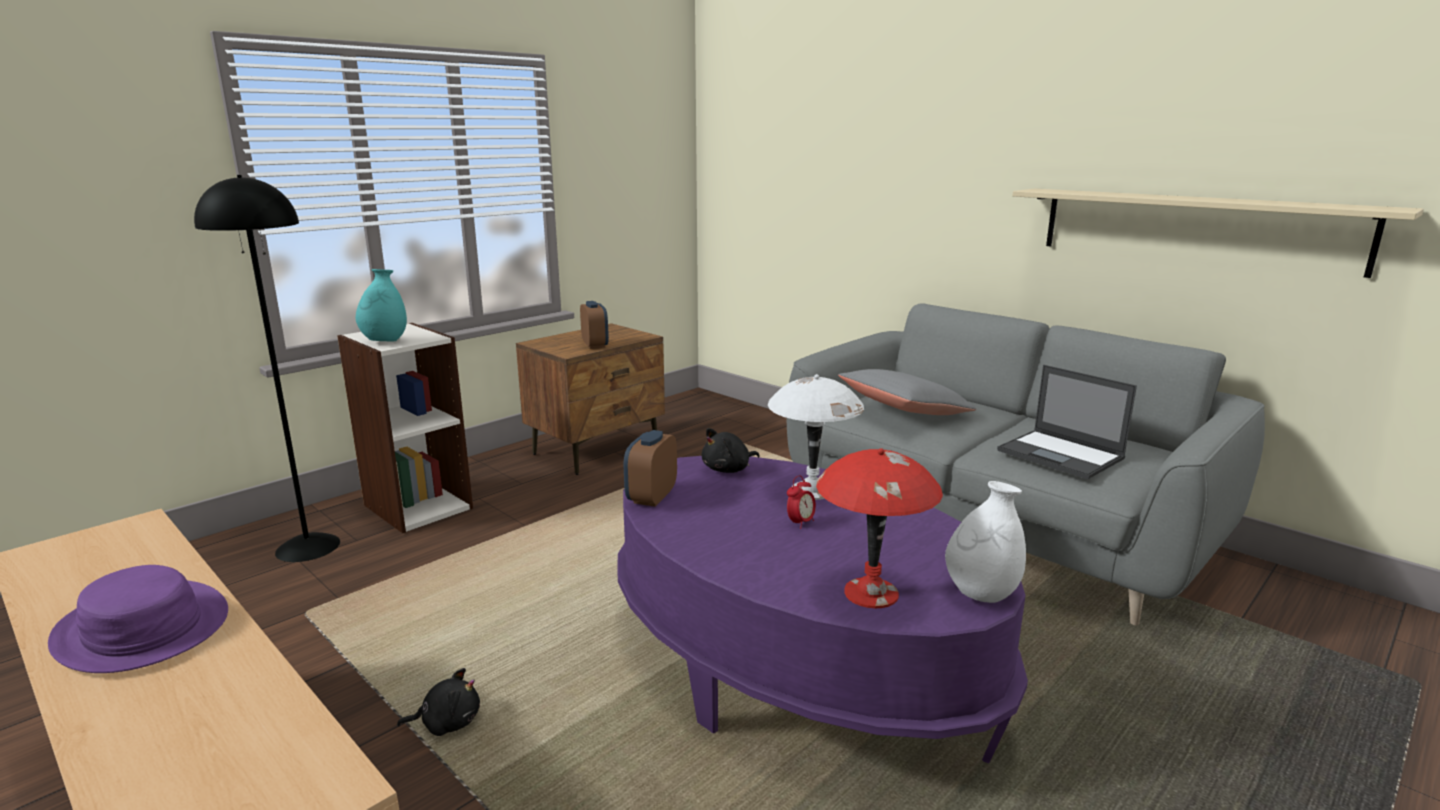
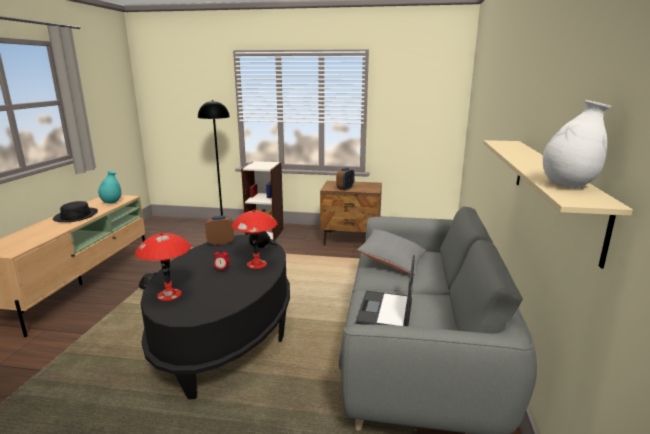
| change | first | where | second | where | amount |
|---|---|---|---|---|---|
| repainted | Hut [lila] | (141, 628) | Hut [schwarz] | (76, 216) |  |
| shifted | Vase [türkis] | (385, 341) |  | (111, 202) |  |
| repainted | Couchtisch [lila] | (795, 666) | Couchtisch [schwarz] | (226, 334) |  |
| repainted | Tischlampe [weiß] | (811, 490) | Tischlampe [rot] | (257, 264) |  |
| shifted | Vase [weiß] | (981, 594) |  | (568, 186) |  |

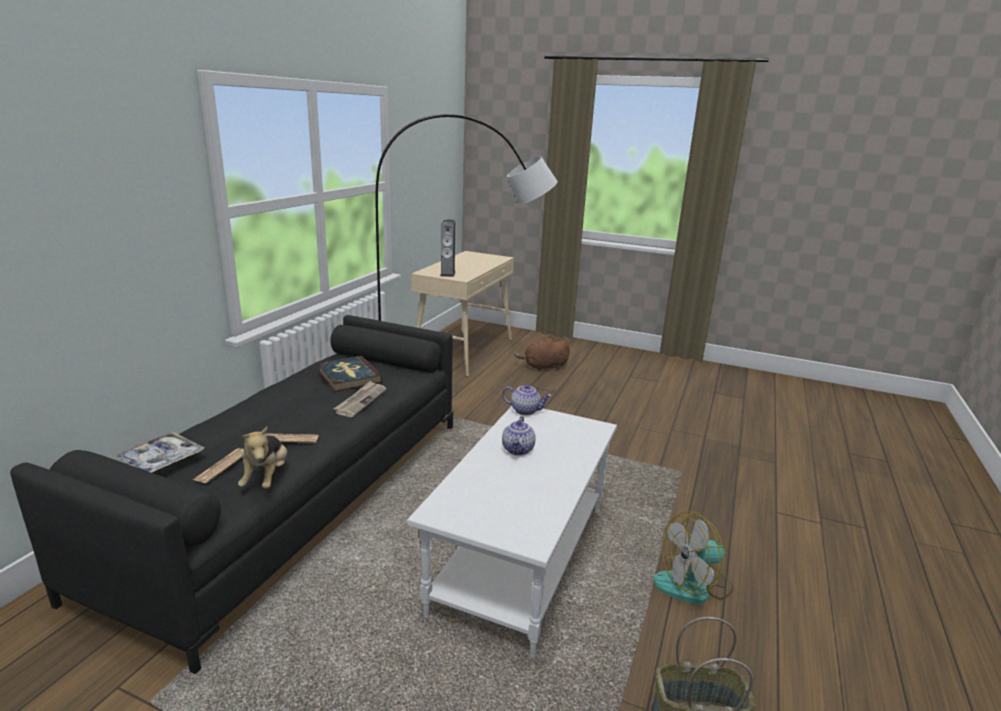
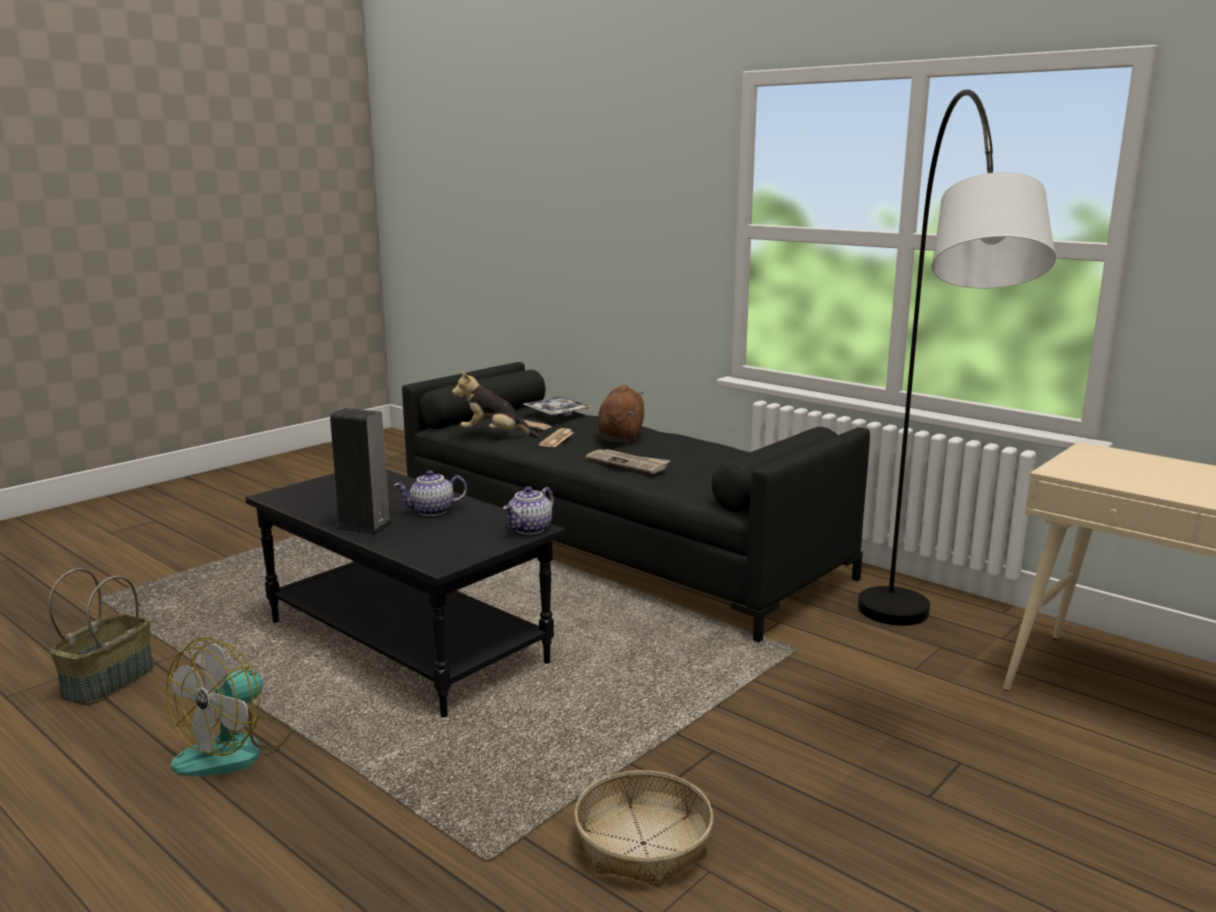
| change | first | where | second | where | amount |
|---|---|---|---|---|---|
| rotated | Ventilator | (693, 585) |  | (235, 749) | 150 degrees counterclockwise |
| repainted | Couchtisch [weiß] | (520, 557) | Couchtisch [schwarz] | (408, 642) |  |
| shifted | Lautsprecher | (447, 273) |  | (364, 527) |  |
| rotated | Teekanne | (518, 450) |  | (432, 511) | 45 degrees counterclockwise |
| new |  |  | Korb | (643, 844) |  |
| shifted | Plüschtier [braun] | (543, 367) |  | (621, 436) |  |
| gone | Buch | (348, 376) |  |  |  |

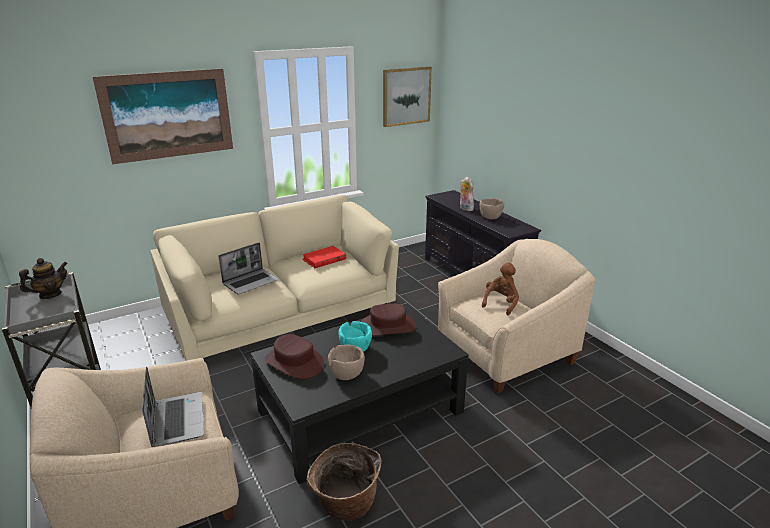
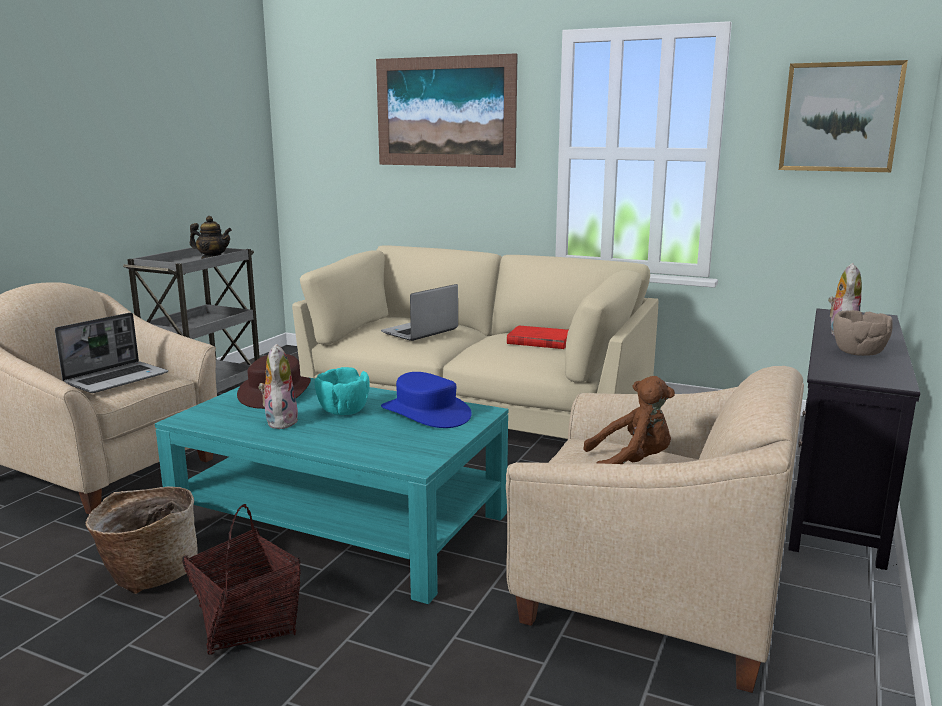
| change | first | where | second | where | amount |
|---|---|---|---|---|---|
| repainted | Couchtisch [schwarz] | (361, 411) | Couchtisch [türkis] | (343, 522) |  |
| new |  |  | Korb | (246, 622) |  |
| swapped | Schüssel [braun] | (347, 373) | Plüschtier | (279, 421) |  |
| rotated | Laptop | (251, 282) |  | (420, 331) | 120 degrees clockwise |
| repainted | Hut [braun] | (388, 326) | Hut [blau] | (426, 412) |  |

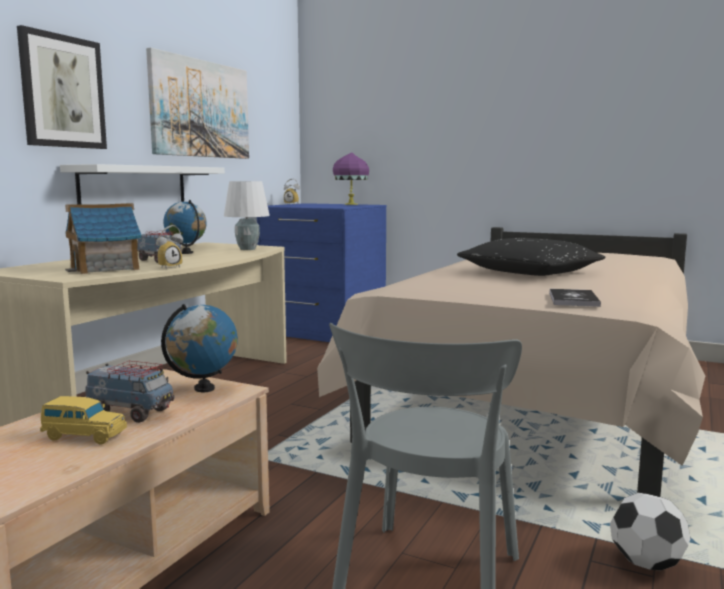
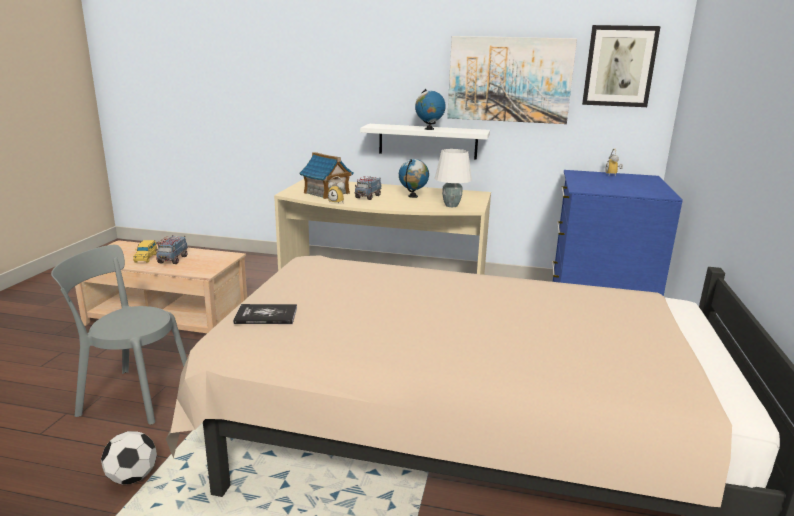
| change | first | where | second | where | amount |
|---|---|---|---|---|---|
| shifted | Globus | (204, 389) |  | (429, 129) |  |
| shifted | Bild | (62, 92) |  | (619, 66) |  |
| gone | Tischlampe [lila] | (350, 204) |  |  |  |
| gone | Kissen [schwarz] | (529, 272) |  |  |  |

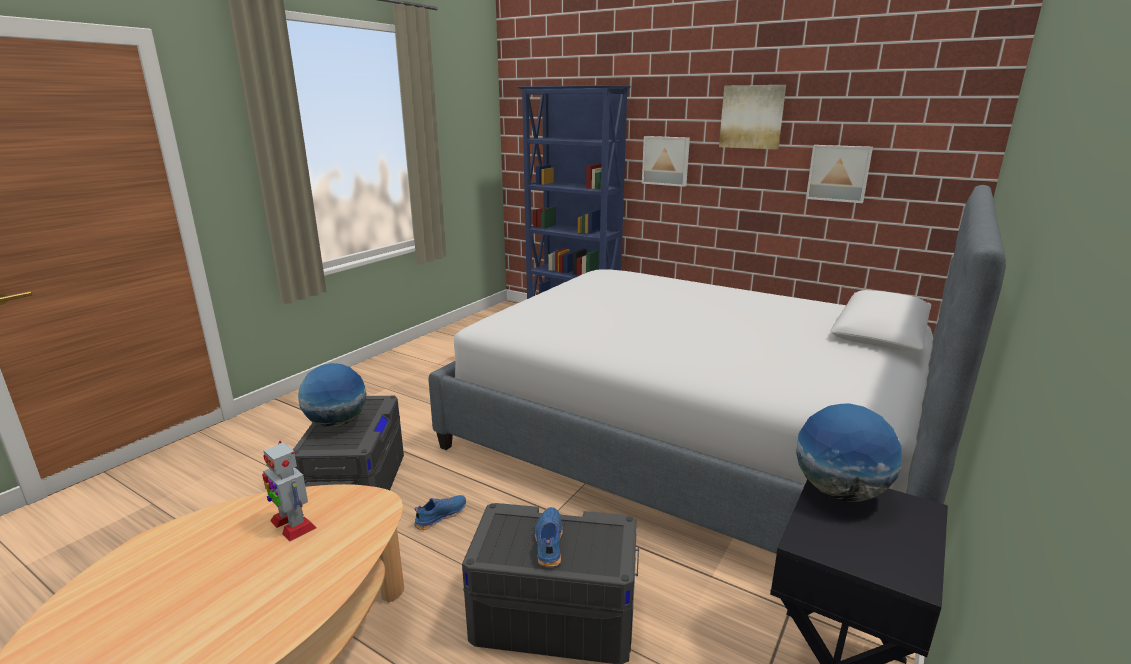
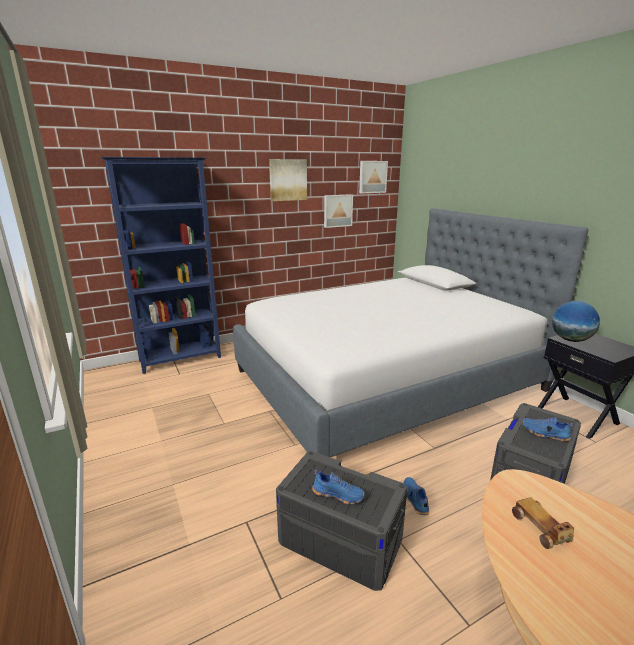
| change | first | where | second | where | amount |
|---|---|---|---|---|---|
| swapped | Globus | (337, 423) | Schuh [blau] | (338, 494) |  |
| shifted | Bild | (666, 160) |  | (372, 177) |  |
| swapped | Spielzeugroboter | (292, 524) | Spielzeugauto | (540, 529) |  |

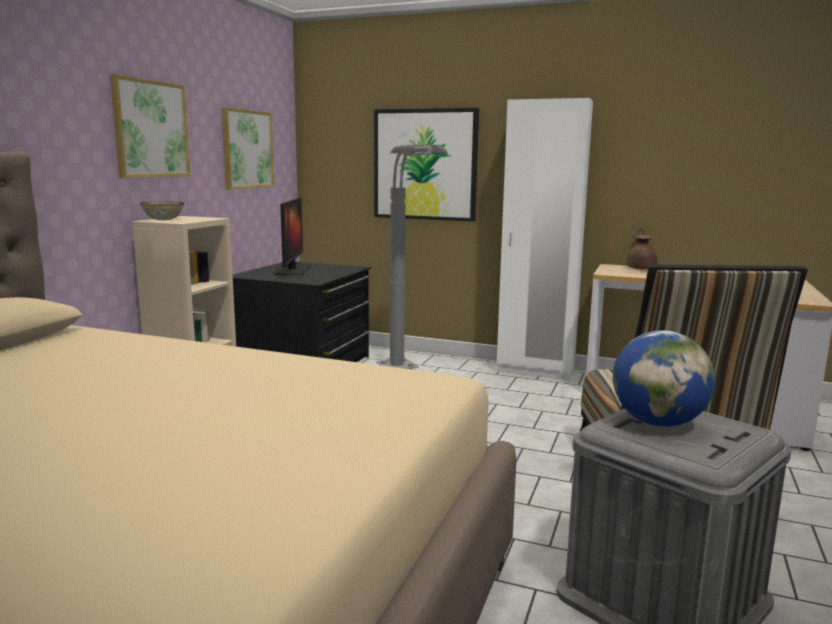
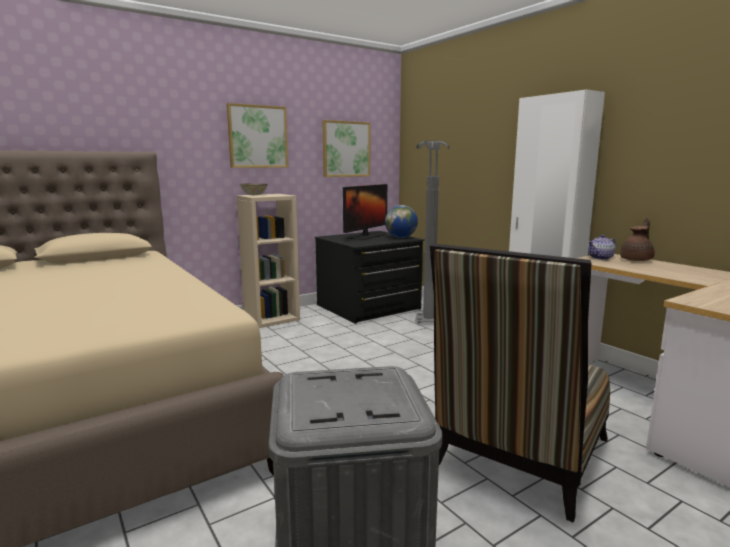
| change | first | where | second | where | amount |
|---|---|---|---|---|---|
| shifted | Globus | (657, 422) |  | (401, 237) |  |
| new |  |  | Teekanne | (600, 258) |  |
| gone | Bild | (425, 165) |  |  |  |

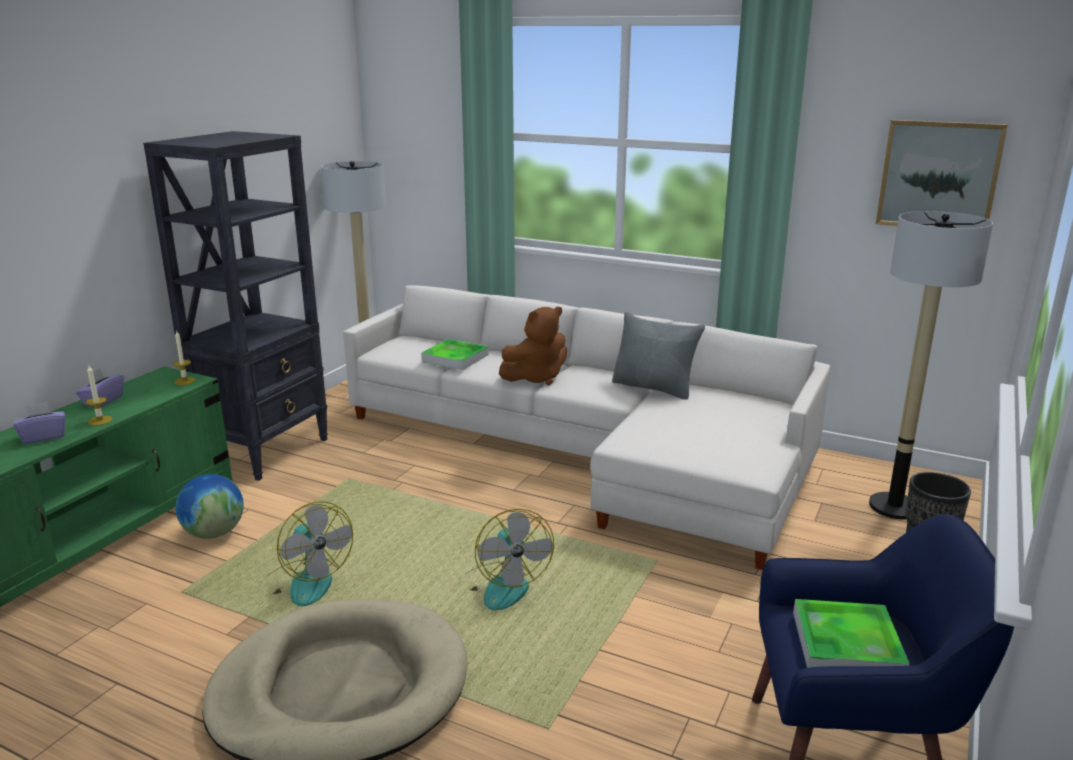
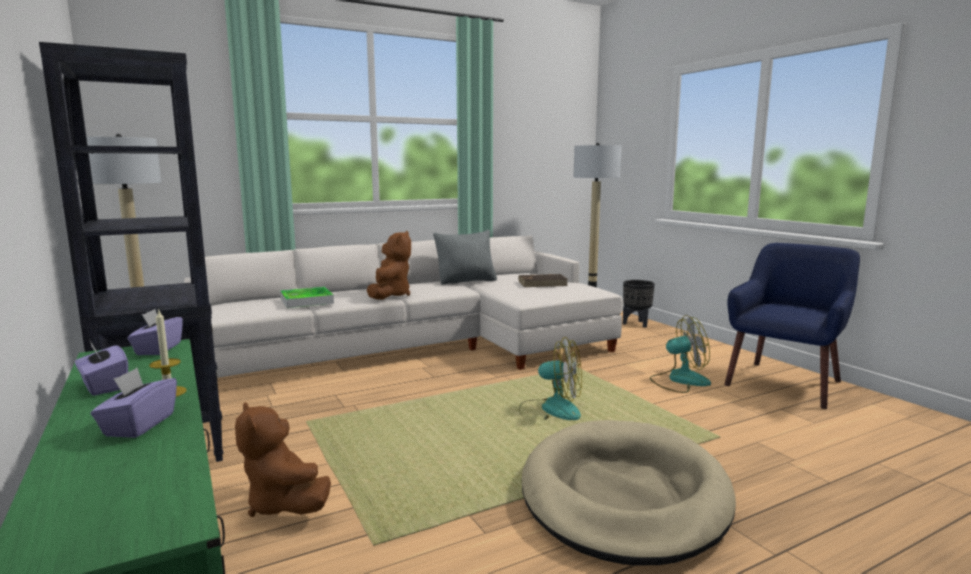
| change | first | where | second | where | amount |
|---|---|---|---|---|---|
| swapped | Kerze | (184, 381) | Taschentuchbox [lila] | (158, 349) |  |
| swapped | Globus | (214, 533) | Plüschtier [braun] | (284, 504) |  |
| new |  |  | Buch [braun] | (543, 283) |  |
| shifted | Ventilator | (304, 582) |  | (679, 380) |  |
| gone | Tablett | (846, 644) |  |  |  |
| gone | Bild | (938, 175) |  |  |  |

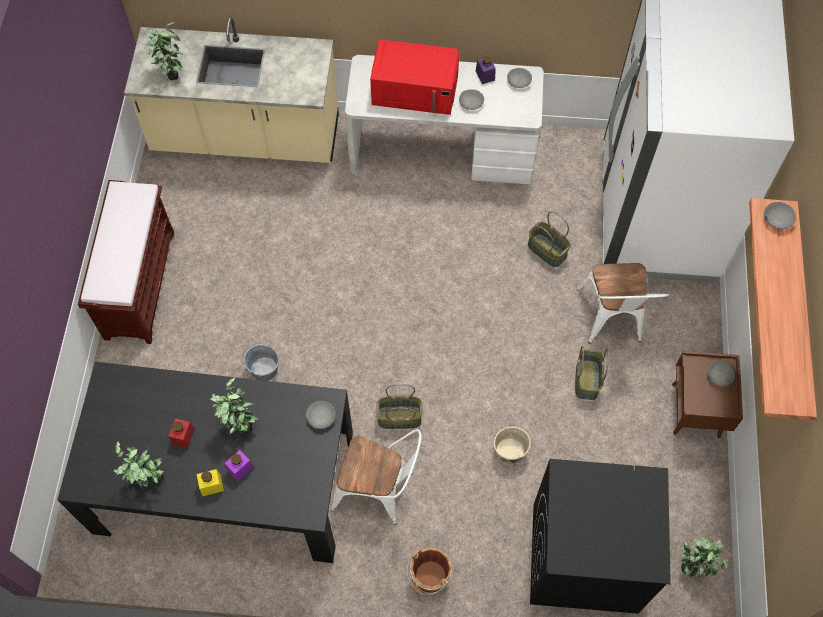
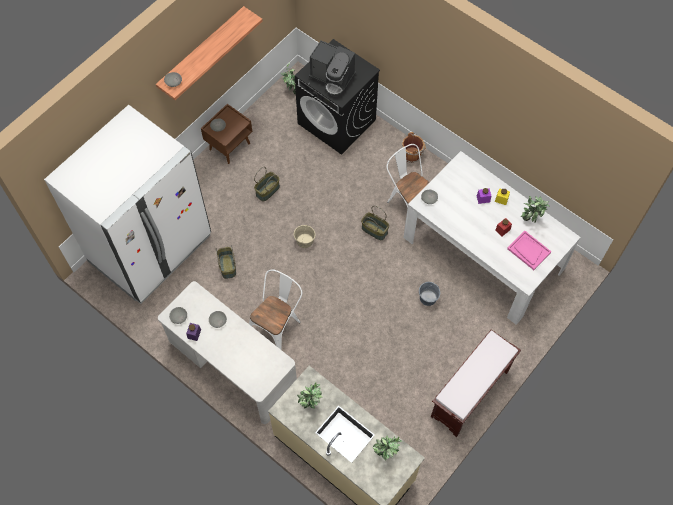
| change | first | where | second | where | amount |
|---|---|---|---|---|---|
| shifted | Stuhl [weiß] | (611, 320) |  | (277, 325) |  |
| shifted | Eimer [beige] | (510, 451) |  | (305, 240) |  |
| shifted | Topfpflanze | (239, 424) |  | (310, 404) |  |
| new |  |  | Kaffeemaschine | (332, 78) |  |
| repainted | Esstisch [schwarz] | (224, 482) | Esstisch [weiß] | (483, 253) |  |
| new |  |  | Tablett [rosa] | (528, 251) |  |
| gone | Mikrowelle [rot] | (415, 89) |  |  |  |

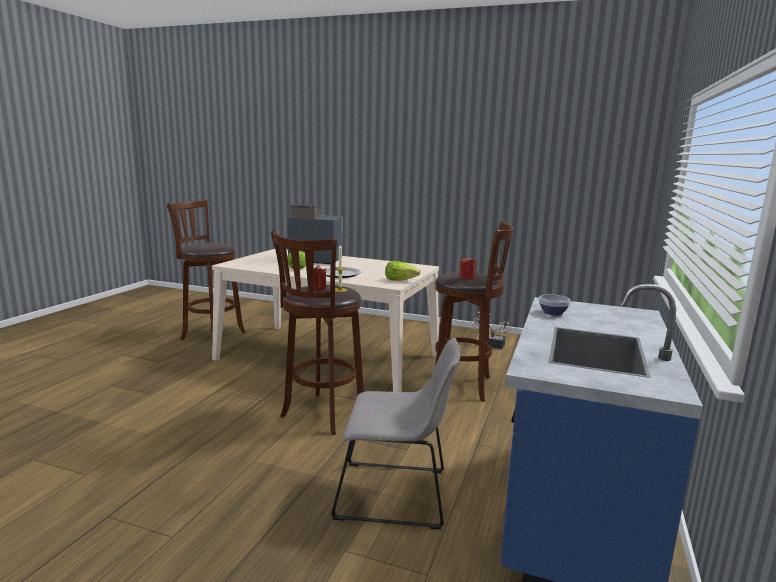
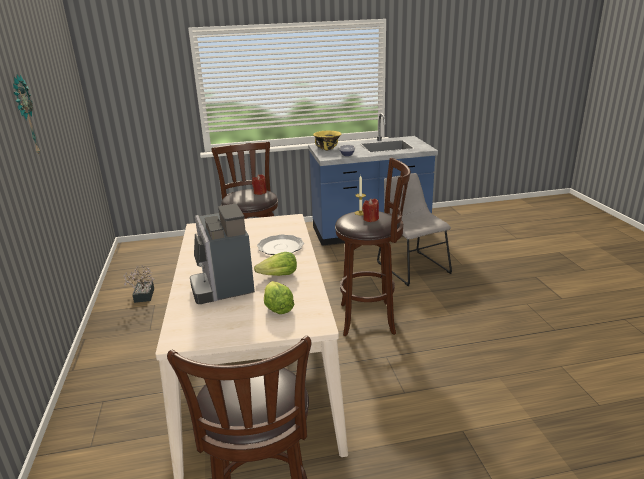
| change | first | where | second | where | amount |
|---|---|---|---|---|---|
| new |  |  | Wanduhr | (24, 116) |  |
| shifted | Salatkopf | (400, 280) |  | (277, 307) |  |
| new |  |  | Schüssel [gelb] | (327, 148) |  |

